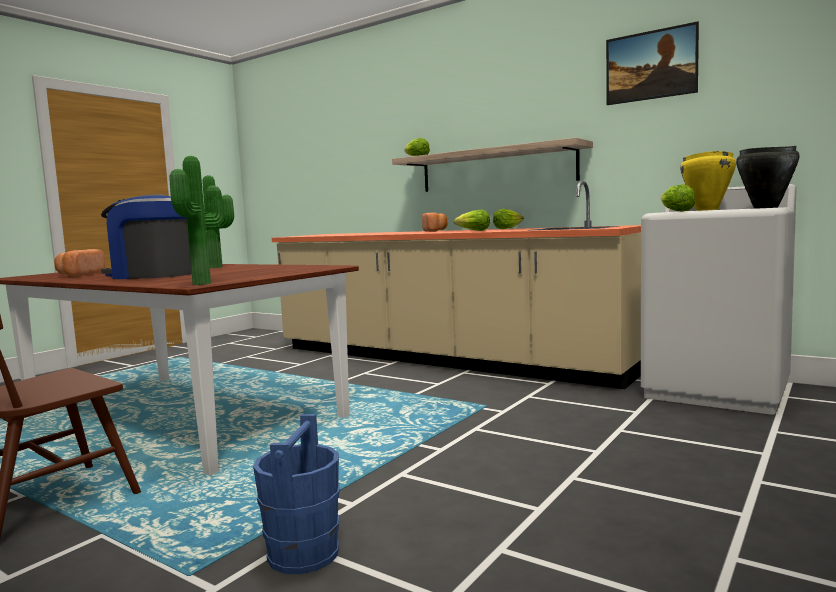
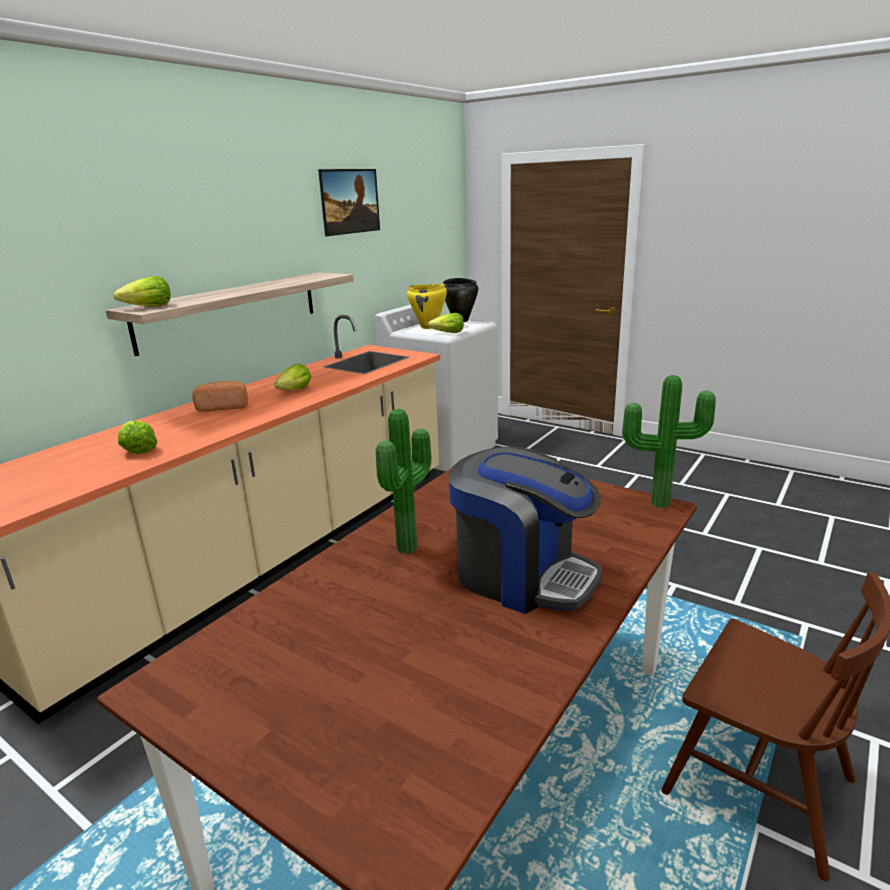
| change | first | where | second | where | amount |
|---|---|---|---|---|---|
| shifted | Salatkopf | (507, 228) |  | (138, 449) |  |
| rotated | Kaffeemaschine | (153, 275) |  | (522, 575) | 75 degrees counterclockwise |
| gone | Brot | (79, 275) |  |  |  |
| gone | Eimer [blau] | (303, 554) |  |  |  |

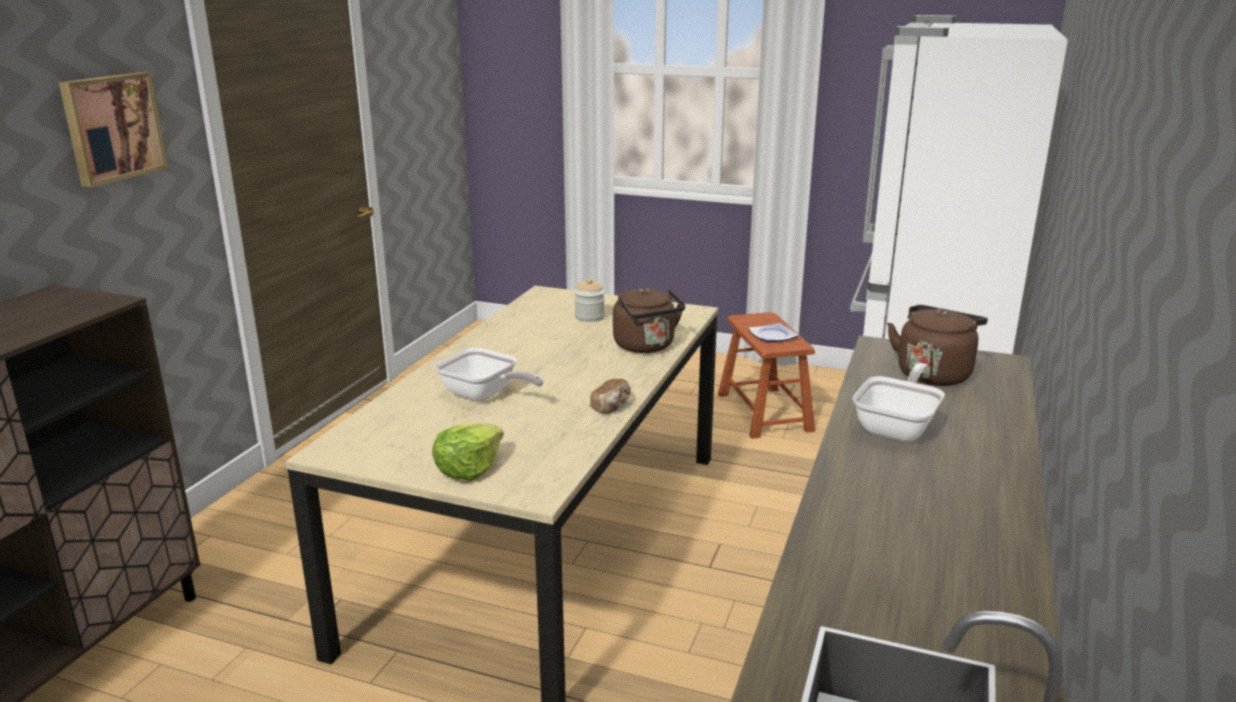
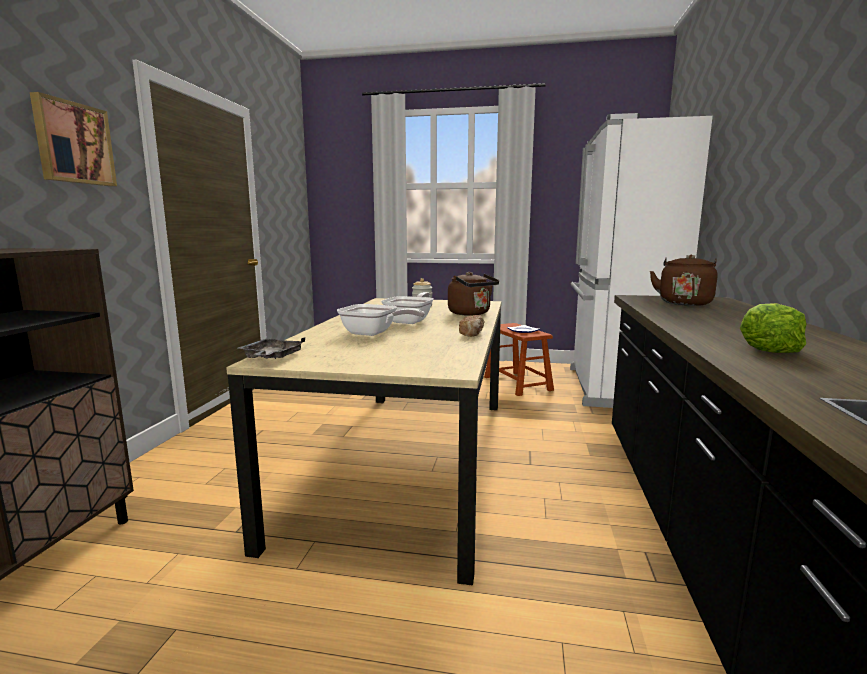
| change | first | where | second | where | amount |
|---|---|---|---|---|---|
| new |  |  | Tablett [grau] | (272, 357) |  |
| shifted | Pfanne | (898, 427) |  | (411, 321) |  |
| shifted | Salatkopf | (468, 468) |  | (767, 348) |  |

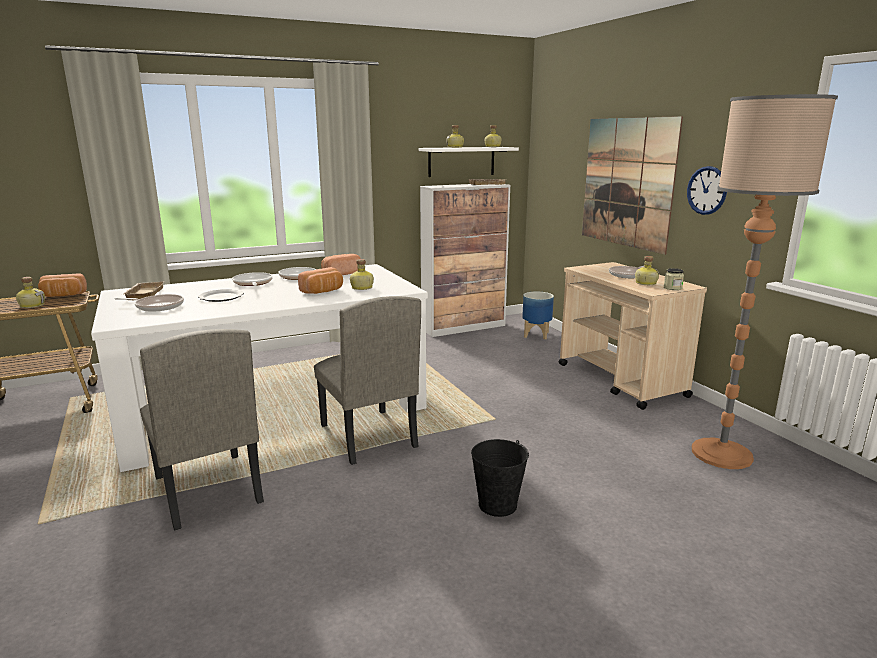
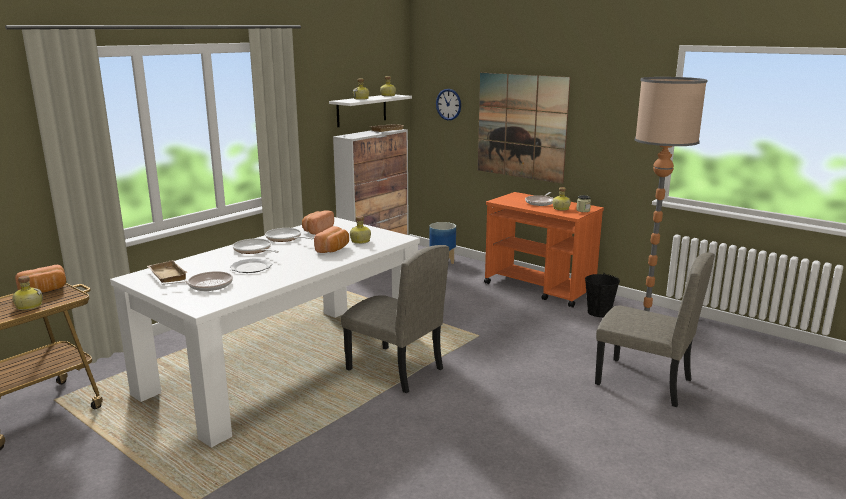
| change | first | where | second | where | amount |
|---|---|---|---|---|---|
| shifted | Wanduhr | (707, 190) |  | (448, 104) |  |
| repainted | Rollwagen [beige] | (621, 380) | Rollwagen [orange] | (540, 288) |  |
| shifted | Eimer [schwarz] | (497, 504) |  | (599, 312) |  |
| shifted | Stuhl [beige] | (207, 490) |  | (643, 382) |  |

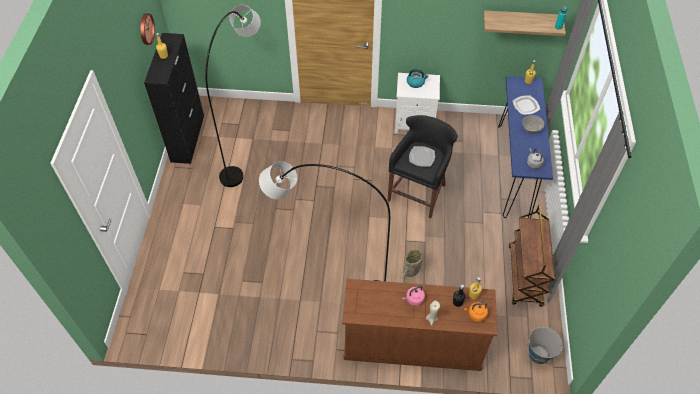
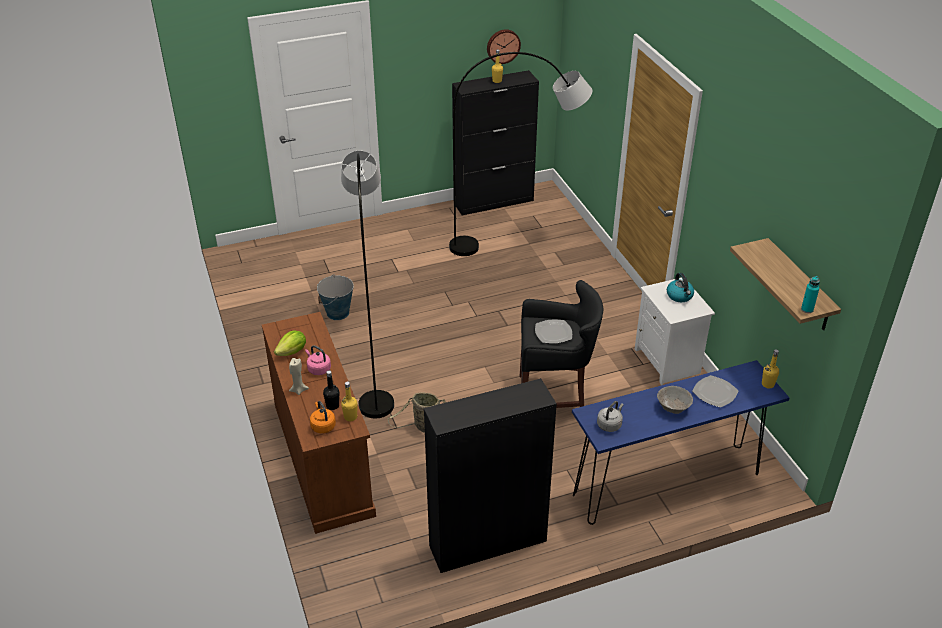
| change | first | where | second | where | amount |
|---|---|---|---|---|---|
| new |  |  | Salatkopf | (292, 352) |  |
| shifted | Eimer | (539, 354) |  | (337, 313) |  |
| swapped | Rollwagen [braun] | (525, 276) | Schrank [schwarz] | (487, 543) |  |

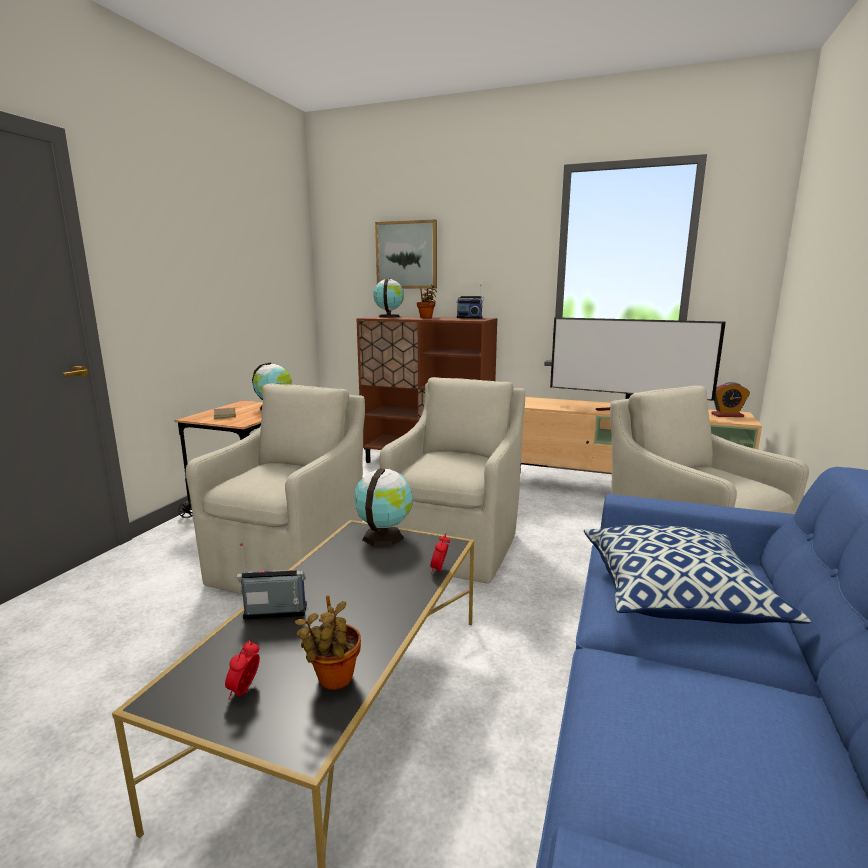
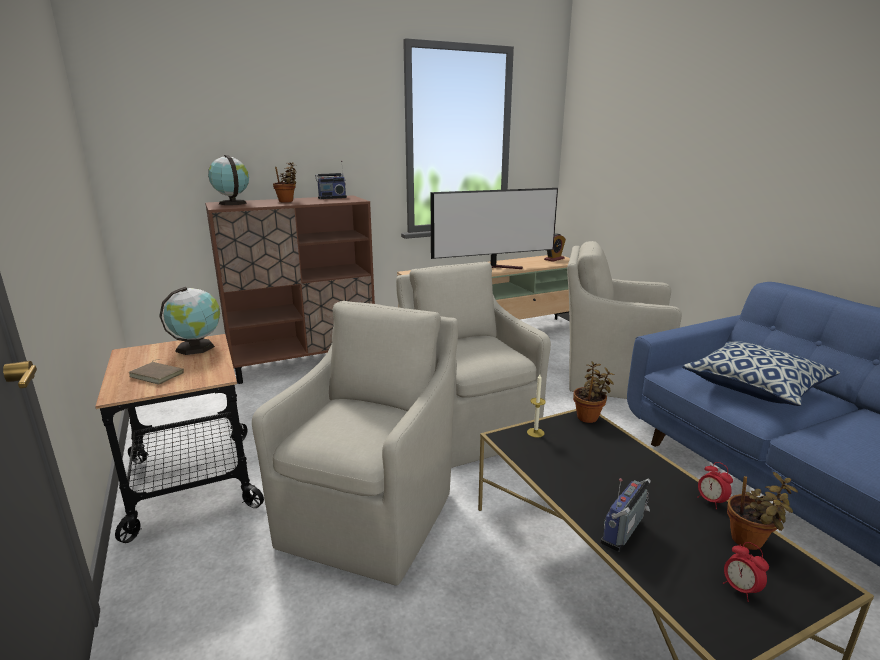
| change | first | where | second | where | amount |
|---|---|---|---|---|---|
| rotated | Sessel [beige] | (292, 564) |  | (371, 515) | 45 degrees clockwise |
| swapped | Globus | (384, 536) | Kerze | (535, 432) |  |
| new |  |  | Topfpflanze | (589, 417) |  |
| shifted | Wecker | (439, 570) |  | (710, 501) |  |
| gone | Bild | (407, 255) |  |  |  |

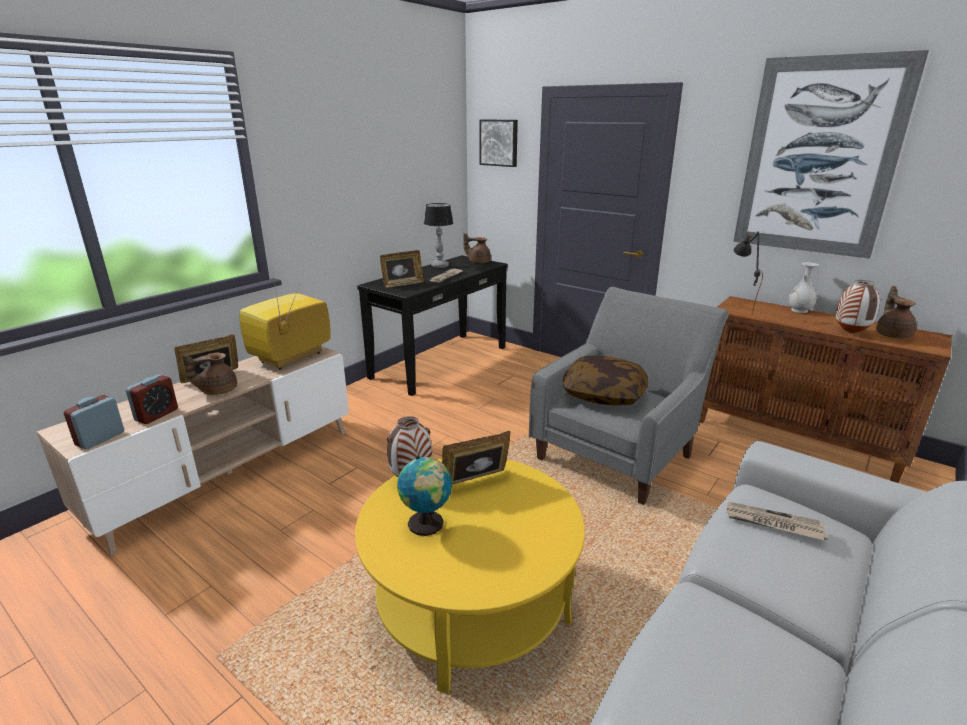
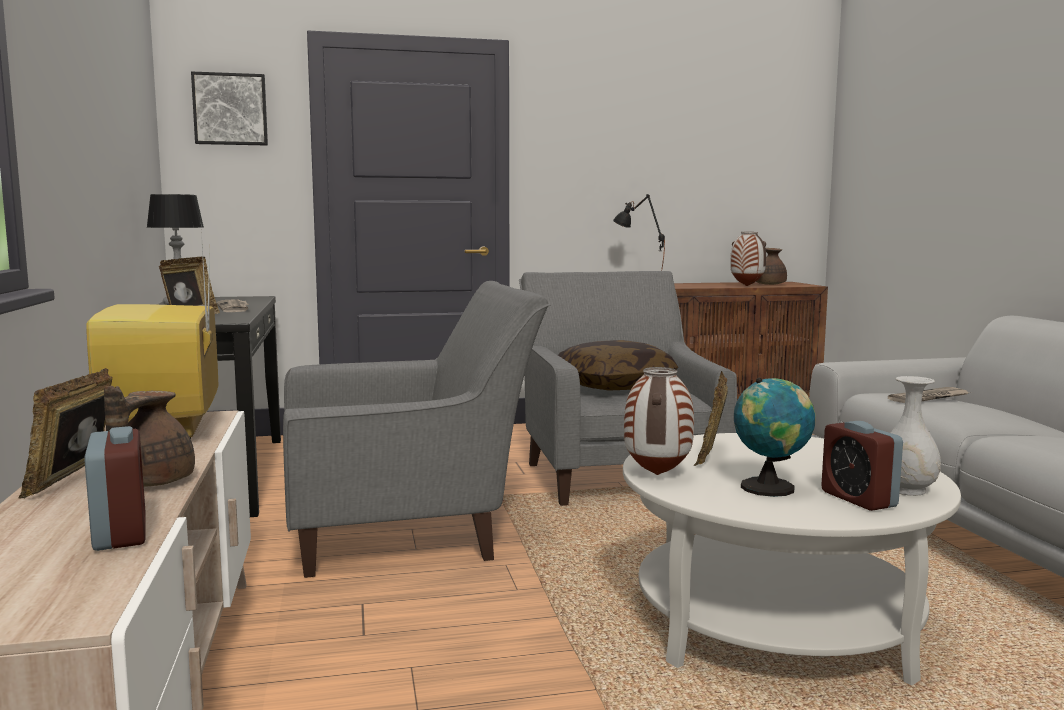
| change | first | where | second | where | amount |
|---|---|---|---|---|---|
| new |  |  | Sessel [grau] | (410, 529) |  |
| repainted | Couchtisch [gelb] | (471, 602) | Couchtisch [weiß] | (775, 622) |  |
| shifted | Wecker | (100, 439) |  | (858, 499) |  |
| shifted | Vase [weiß] | (799, 310) |  | (906, 489) |  |
| gone | Teekanne [braun] | (478, 262) |  |  |  |
| gone | Bild | (818, 158) |  |  |  |

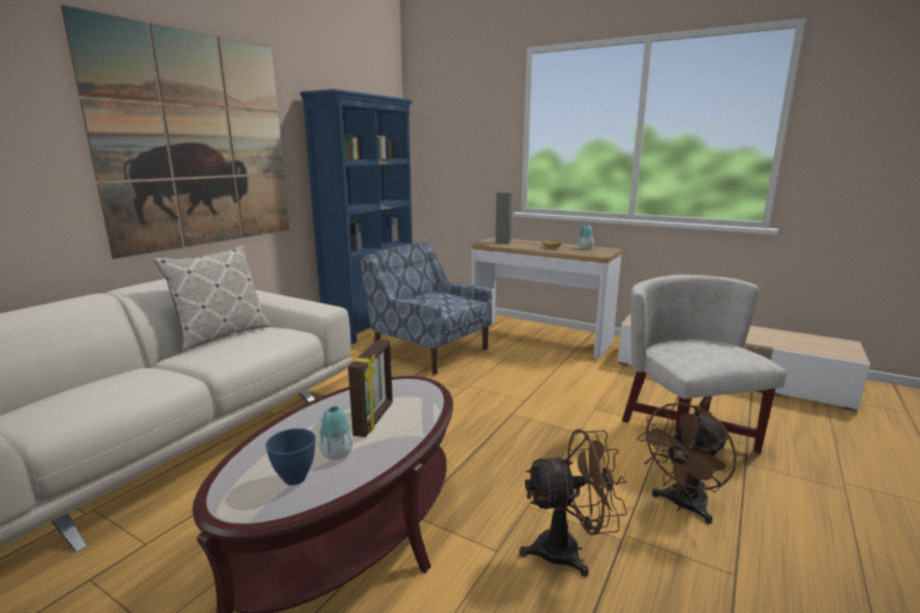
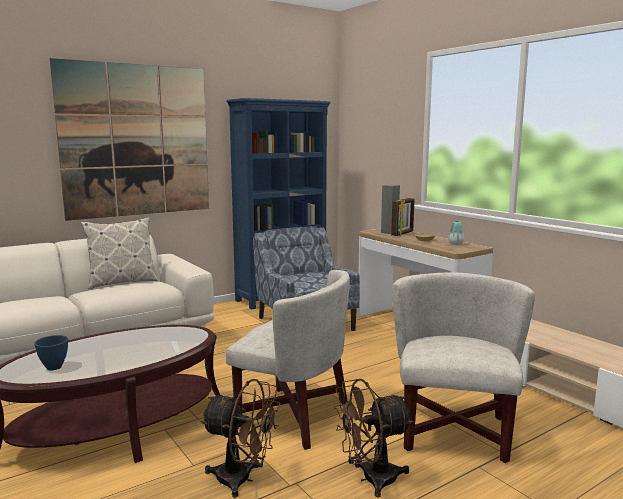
| change | first | where | second | where | amount |
|---|---|---|---|---|---|
| new |  |  | Sessel [weiß] | (294, 416) |  |
| shifted | Bilderrahmen | (375, 419) |  | (403, 234) |  |
| gone | Vase | (337, 454) |  |  |  |

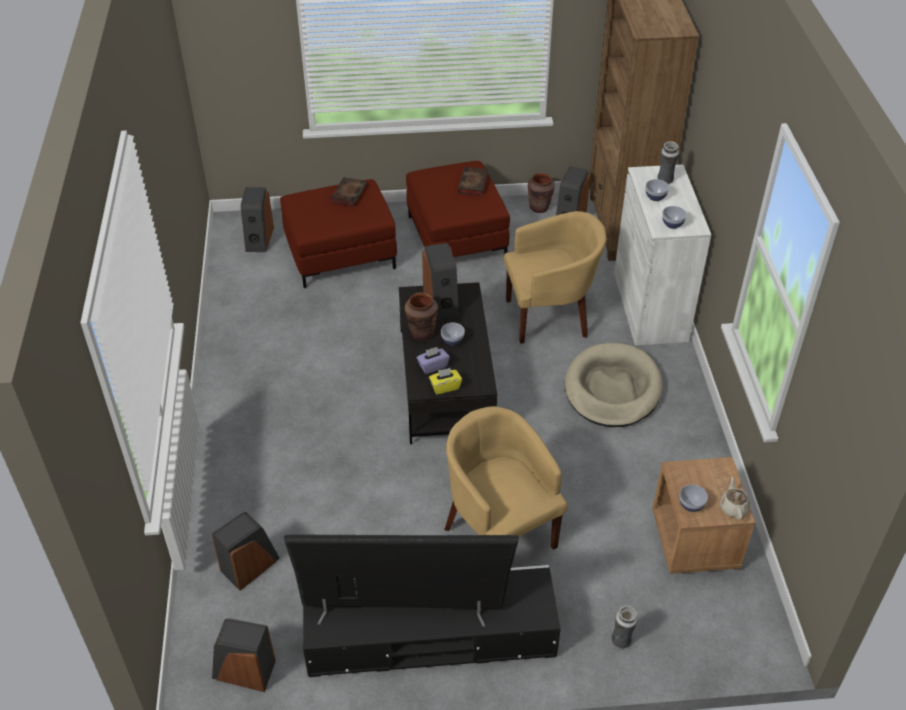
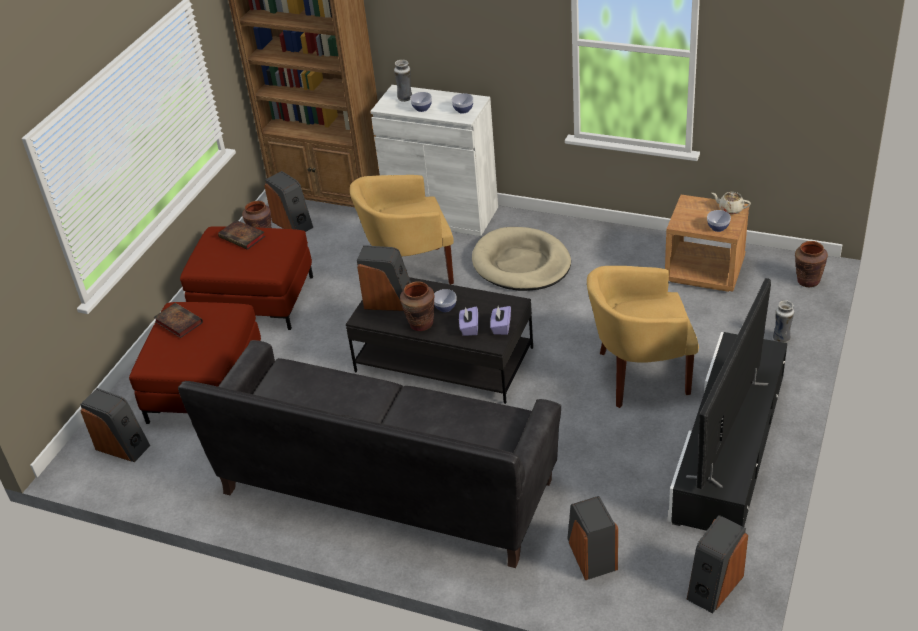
| change | first | where | second | where | amount |
|---|---|---|---|---|---|
| new |  |  | Sofa [schwarz] | (386, 487) |  |
| rotated | Sessel [gelb] | (549, 316) |  | (409, 273) | 120 degrees counterclockwise |
| repainted | Taschentuchbox [gelb] | (445, 387) | Taschentuchbox [lila] | (501, 327) |  |
| new |  |  | Vase [braun] | (807, 281) |  |

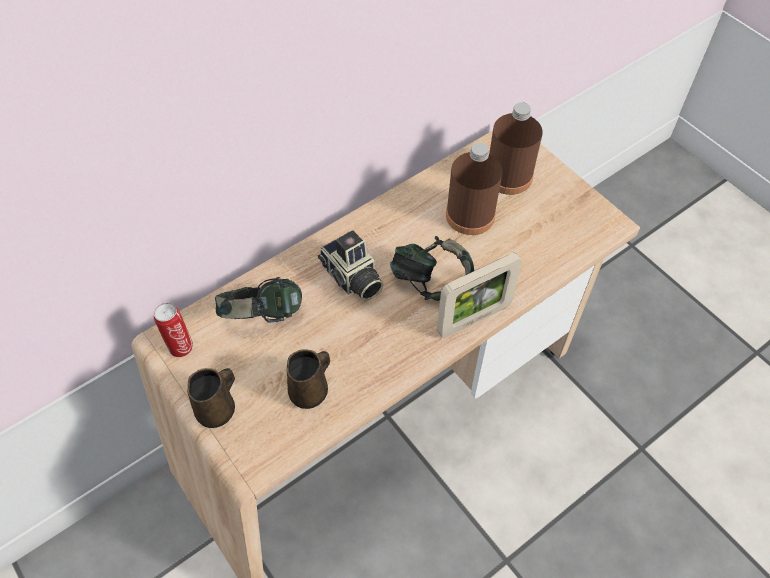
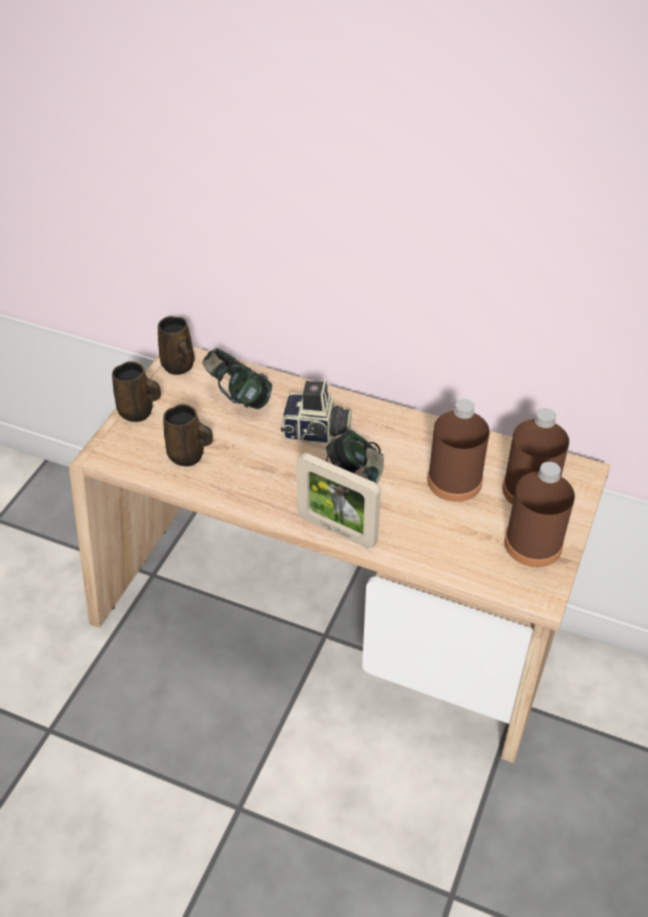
| change | first | where | second | where | amount |
|---|---|---|---|---|---|
| swapped | Dose | (180, 346) | Henkelbecher [braun] | (179, 367) |  |
| rotated | Kamera | (351, 278) |  | (316, 432) | 105 degrees counterclockwise |
| new |  |  | Flasche [braun] | (533, 544) |  |

